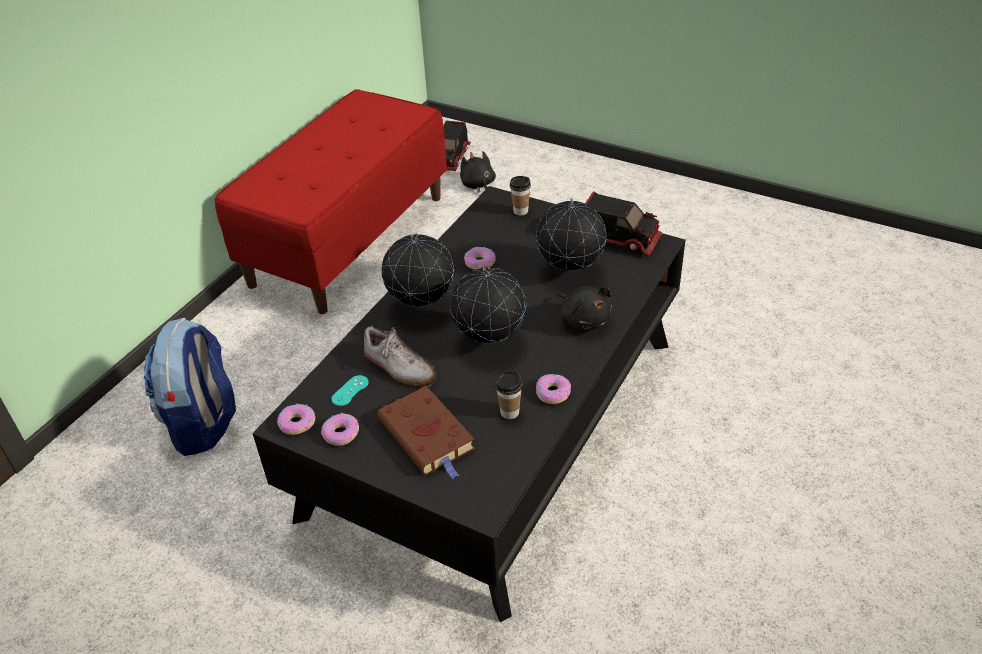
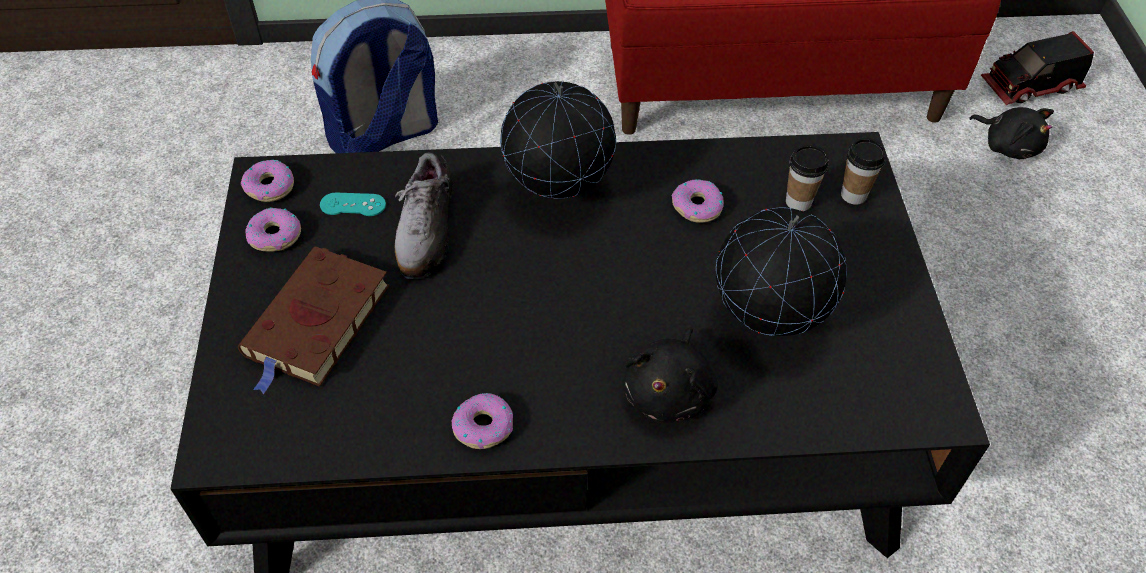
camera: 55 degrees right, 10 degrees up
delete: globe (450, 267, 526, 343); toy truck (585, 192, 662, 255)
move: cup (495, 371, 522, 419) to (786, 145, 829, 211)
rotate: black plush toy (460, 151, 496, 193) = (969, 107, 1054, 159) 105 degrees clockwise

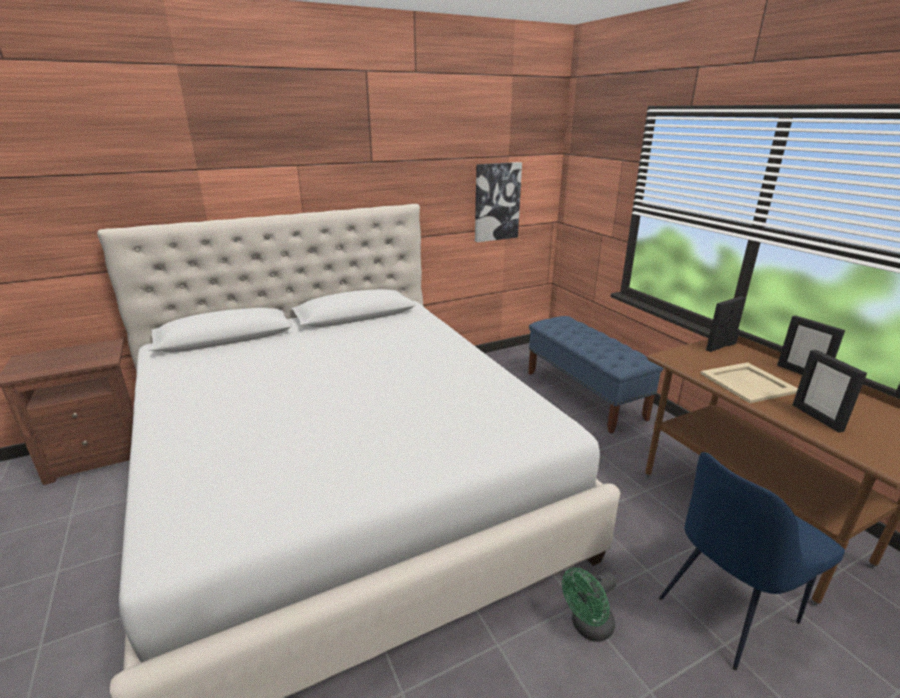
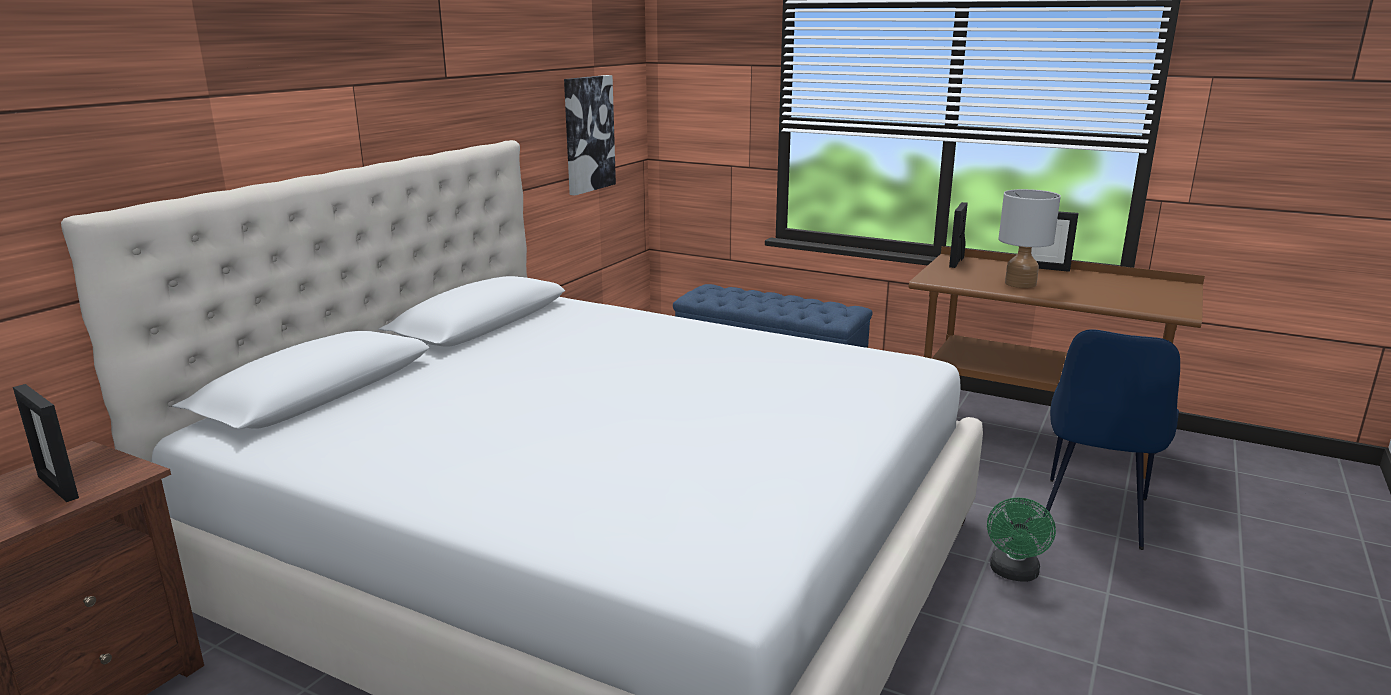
camera: 35 degrees left, 5 degrees down
move: picture frame (793, 350, 867, 433) to (13, 384, 79, 502)
replace: beige tray (700, 362, 798, 403) to grey table lamp (998, 189, 1061, 288)

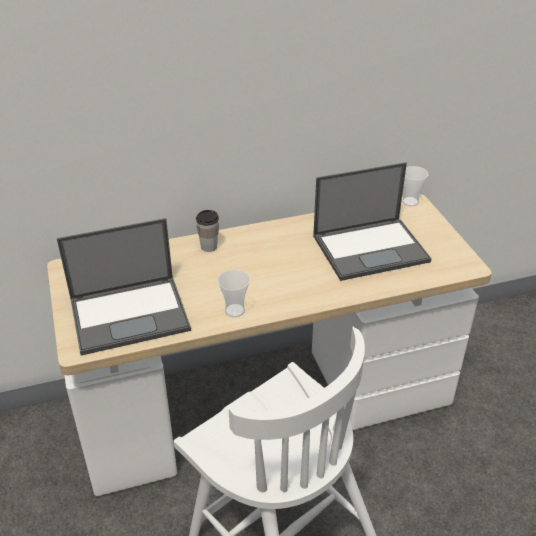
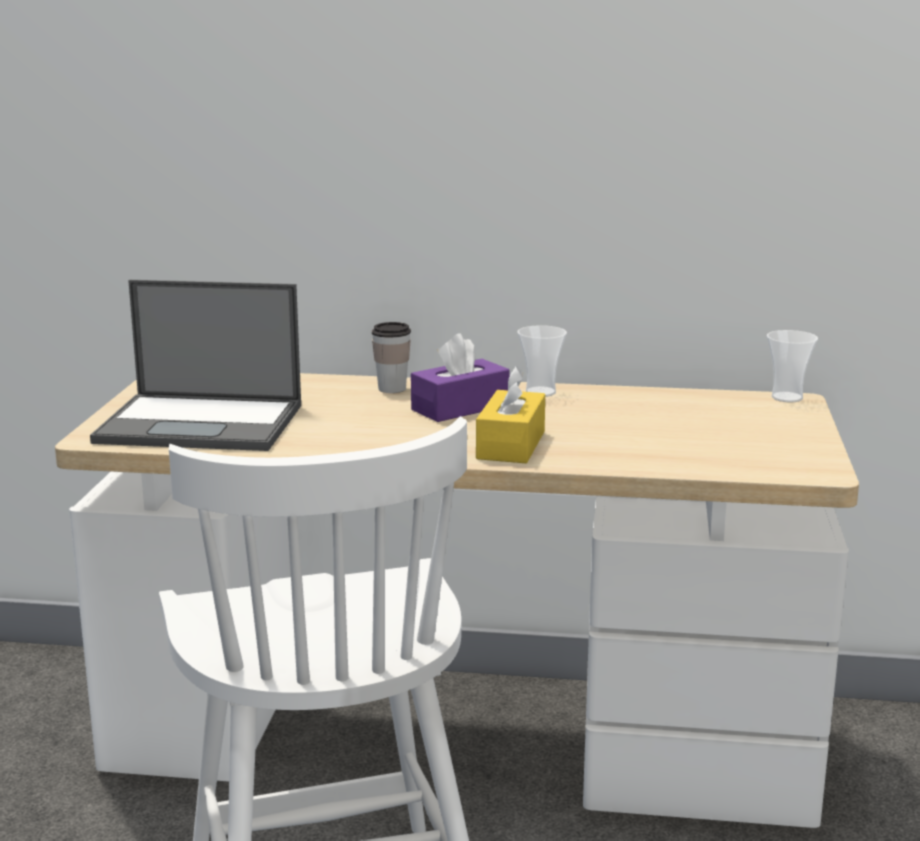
camera: 25 degrees right, 20 degrees down
delete: laptop (313, 162, 432, 281)
insert: purple tissue box (411, 333, 510, 422); yellow tissue box (476, 366, 545, 463)
move: cup (217, 269, 250, 317) to (517, 325, 567, 397)

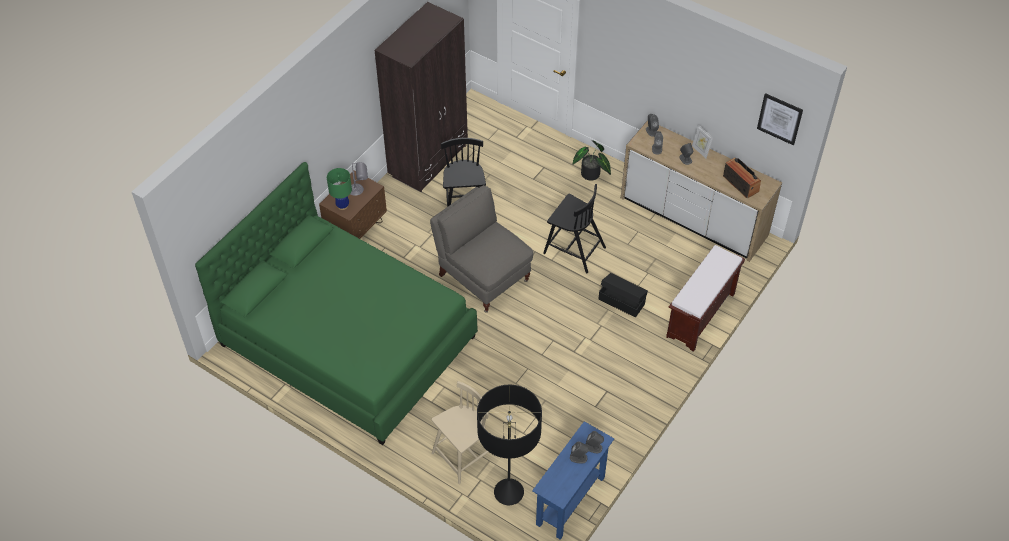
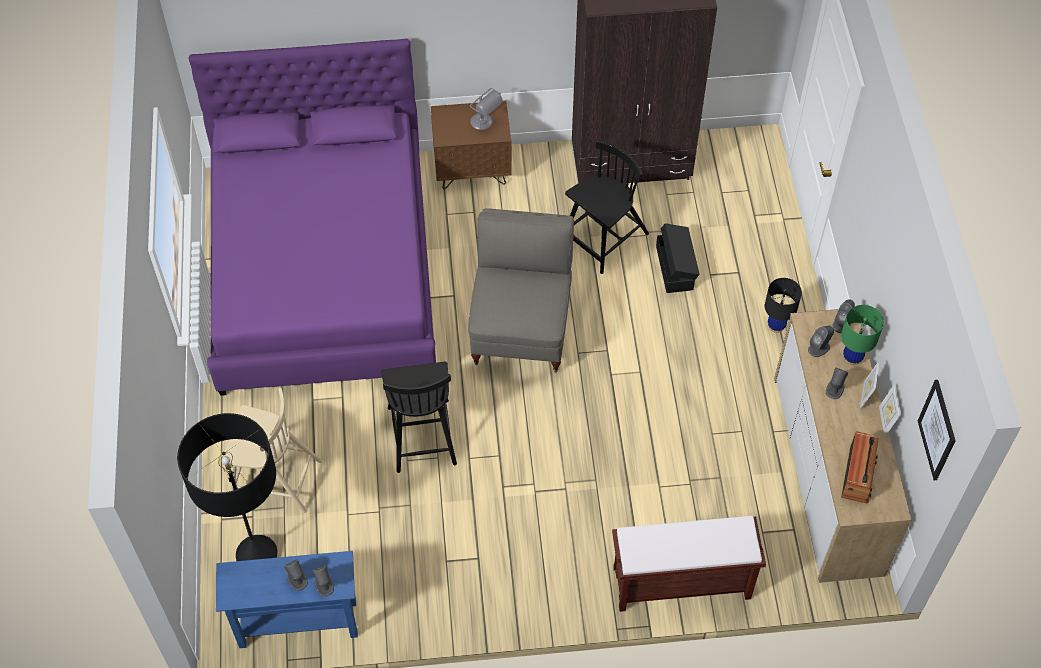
camera: 50 degrees right, 5 degrees up
insert: picture frame (879, 384, 901, 437)
move: black chair (543, 184, 606, 273) to (381, 362, 457, 473); black storage box (599, 273, 648, 318) to (656, 223, 700, 293); green table lamp (327, 168, 352, 210) to (841, 305, 884, 365)
replace: potted plant (572, 140, 611, 181) to black table lamp (765, 278, 802, 333)
recolor: green bed (195, 162, 478, 445) to purple bed (188, 38, 436, 396)

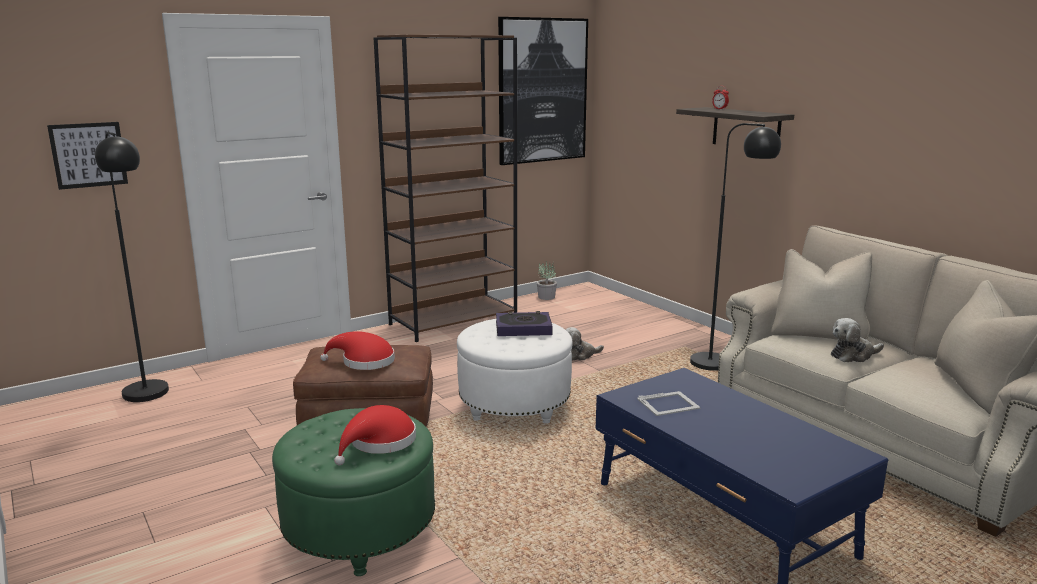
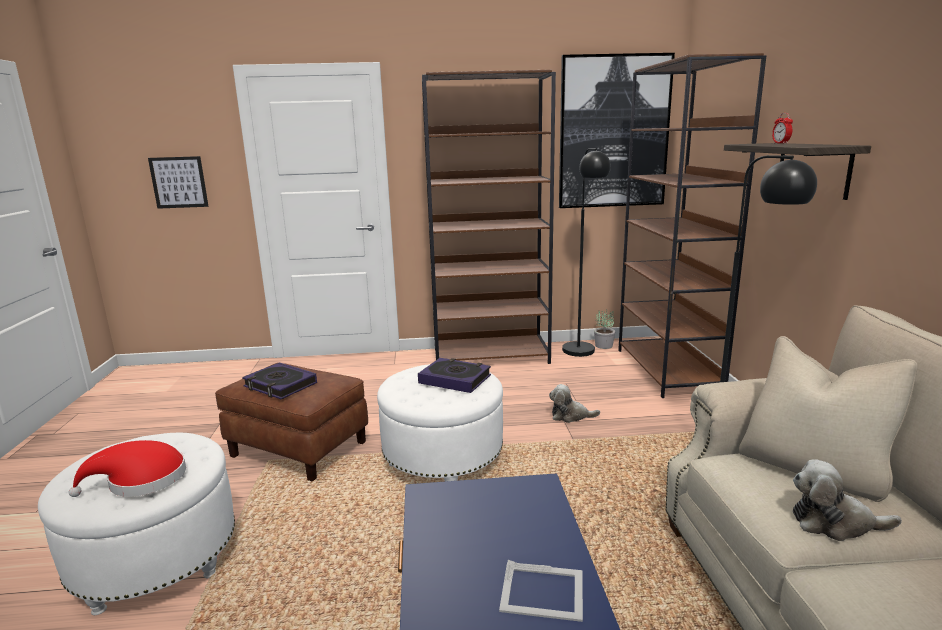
camera: 30 degrees right, 0 degrees up
insert: brown bookcase (618, 53, 766, 398)
move: picture frame (637, 391, 701, 416) to (499, 560, 583, 622); black floor lamp (95, 132, 169, 402) to (562, 148, 611, 357)
replace: red hat (320, 331, 395, 370) to book (242, 362, 317, 399)
recolor: green ottoman (272, 408, 435, 576) to white ottoman (38, 433, 235, 615)

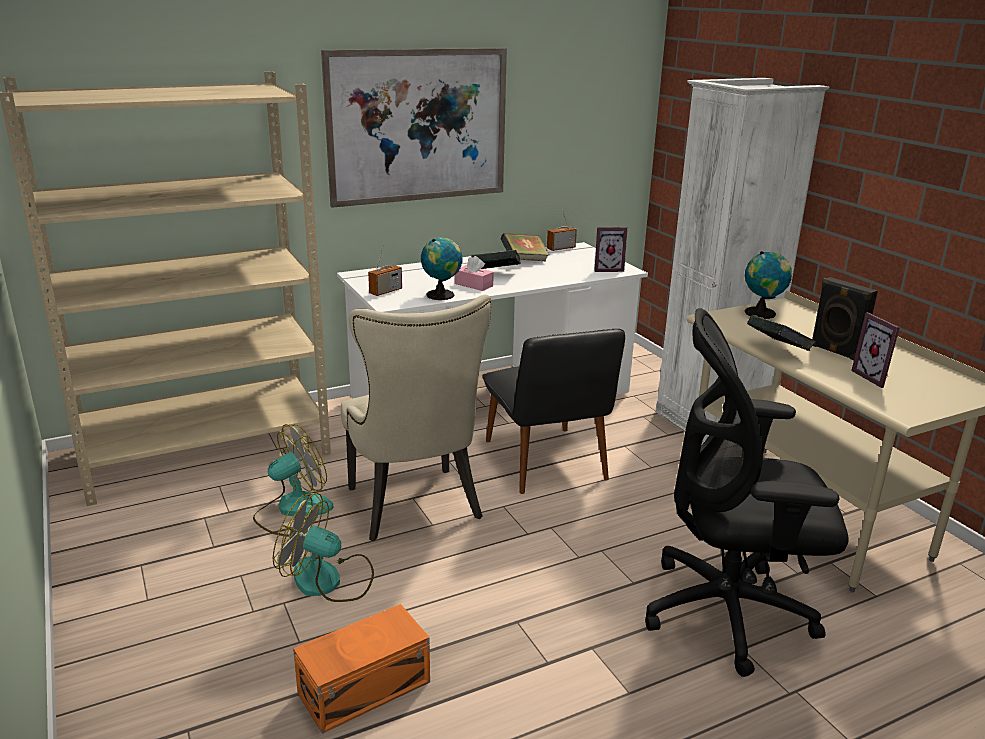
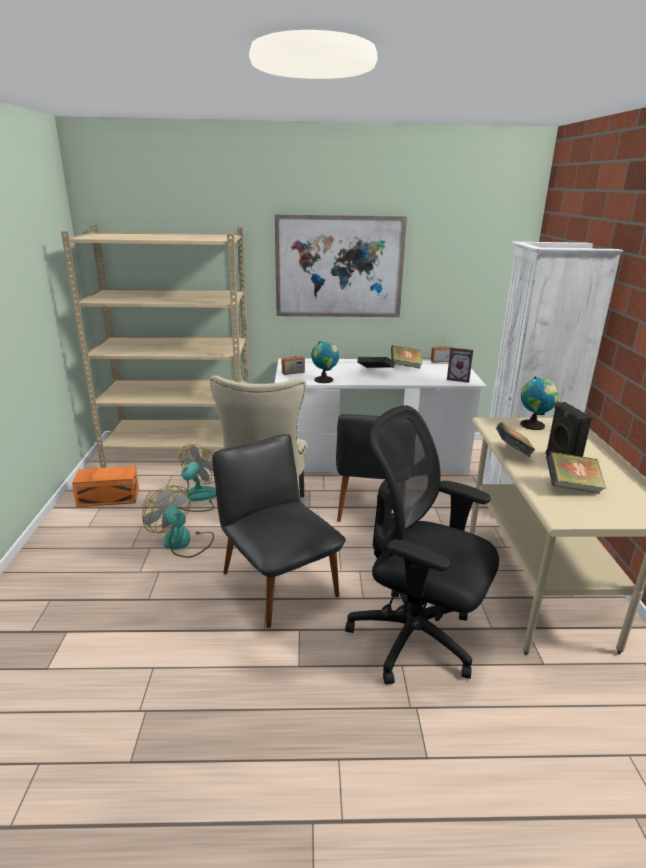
camera: 25 degrees right, 0 degrees up
delete: pink tissue box (455, 256, 494, 291)
insert: black chair (212, 434, 346, 628)
move: orange storage box (293, 604, 430, 734) to (72, 466, 139, 507)
replace: picture frame (851, 312, 900, 388) to book (546, 451, 607, 494)
rotate: fan (253, 424, 333, 537) = (177, 444, 217, 512) 45 degrees counterclockwise

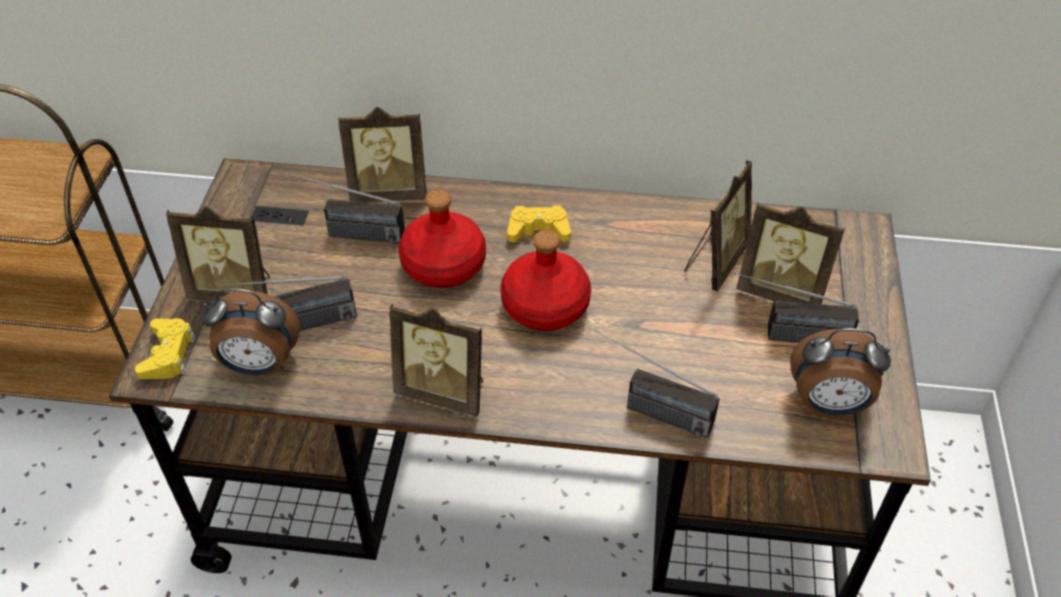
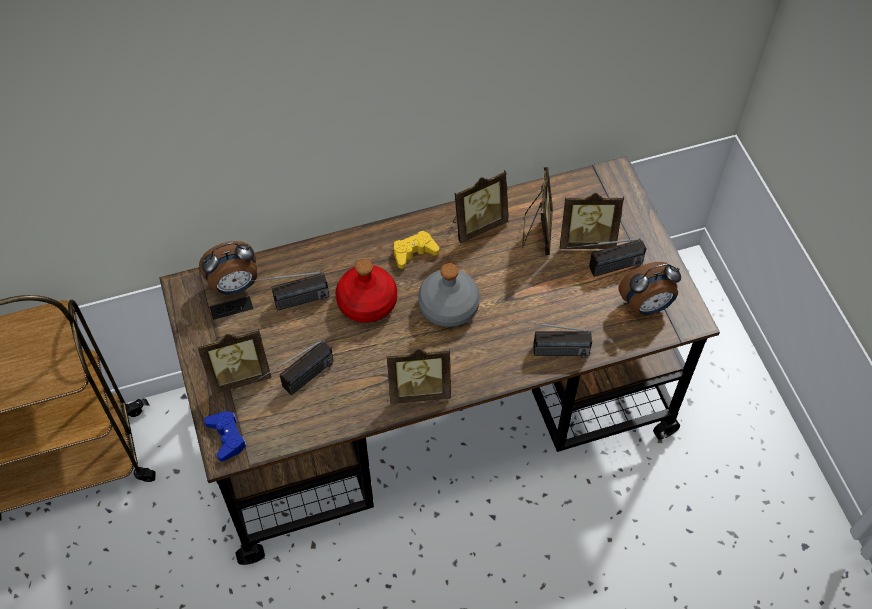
camera: 25 degrees left, 10 degrees up
move: alarm clock (202, 289, 301, 375) to (199, 241, 257, 295); picture frame (338, 107, 427, 202) to (453, 170, 509, 243)
recolor: yellow game controller (135, 318, 196, 379) to blue game controller (204, 411, 247, 461); red bottle (501, 230, 591, 331) to grey bottle (418, 263, 480, 327)

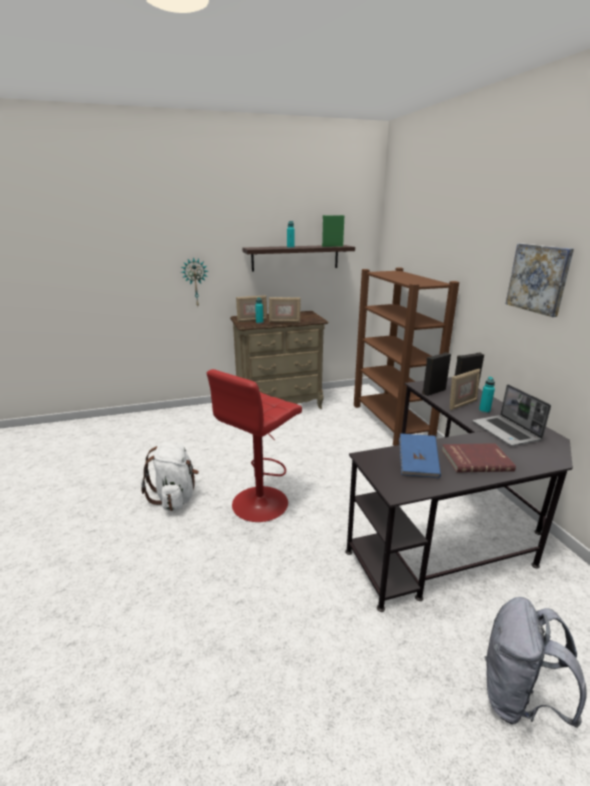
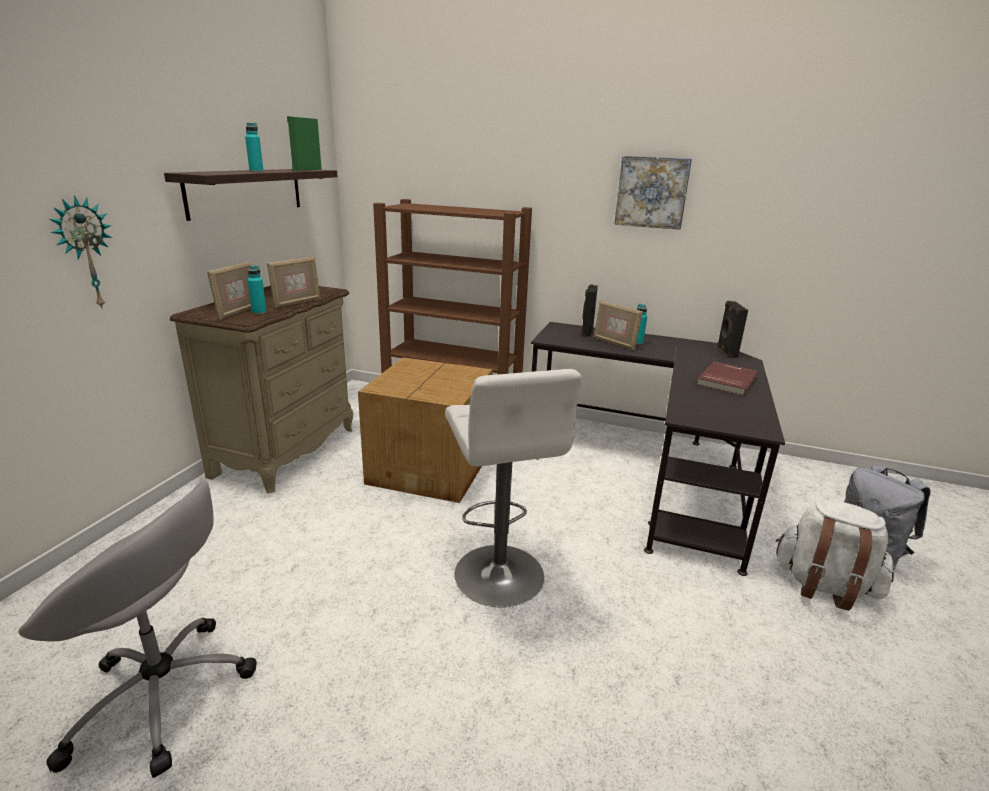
camera: 55 degrees left, 0 degrees up
delete: blue book (399, 434, 441, 478); laptop (472, 384, 551, 446)
insert: grey office chair (19, 481, 257, 778); cardboard box (358, 357, 493, 503)
move: black speaker (422, 352, 451, 396) to (717, 301, 748, 358); white backpack (141, 442, 199, 511) to (776, 500, 894, 611)
recolor: red stool (207, 369, 302, 522) to white stool (445, 369, 582, 607)
rotate: picture frame (450, 368, 480, 410) = (594, 300, 643, 350) 135 degrees clockwise

